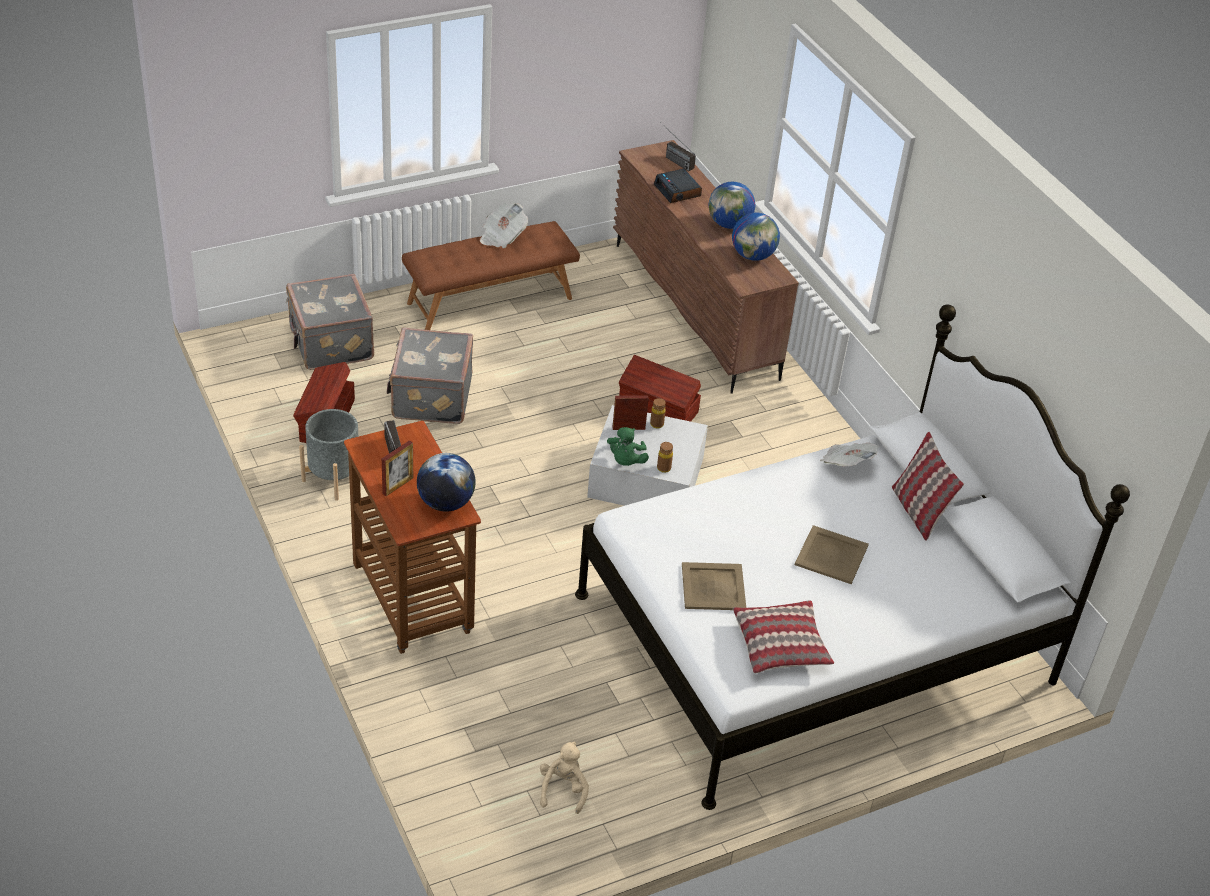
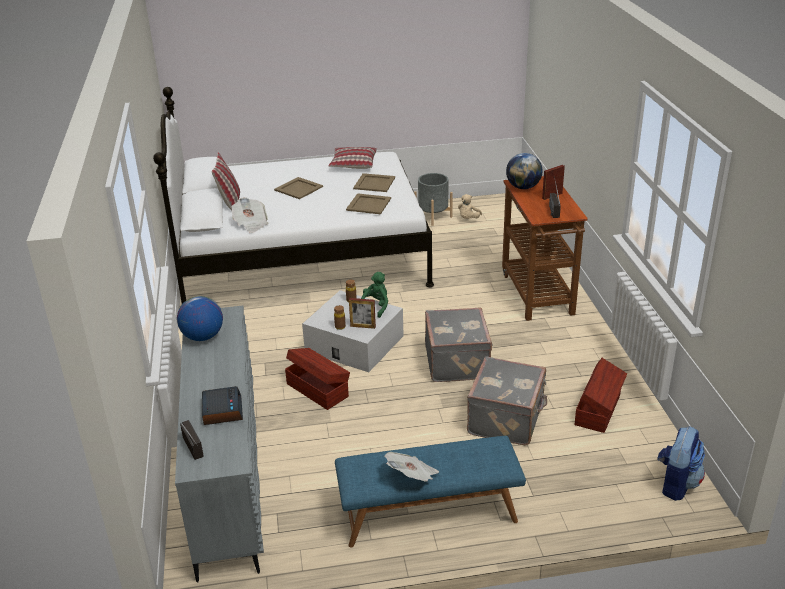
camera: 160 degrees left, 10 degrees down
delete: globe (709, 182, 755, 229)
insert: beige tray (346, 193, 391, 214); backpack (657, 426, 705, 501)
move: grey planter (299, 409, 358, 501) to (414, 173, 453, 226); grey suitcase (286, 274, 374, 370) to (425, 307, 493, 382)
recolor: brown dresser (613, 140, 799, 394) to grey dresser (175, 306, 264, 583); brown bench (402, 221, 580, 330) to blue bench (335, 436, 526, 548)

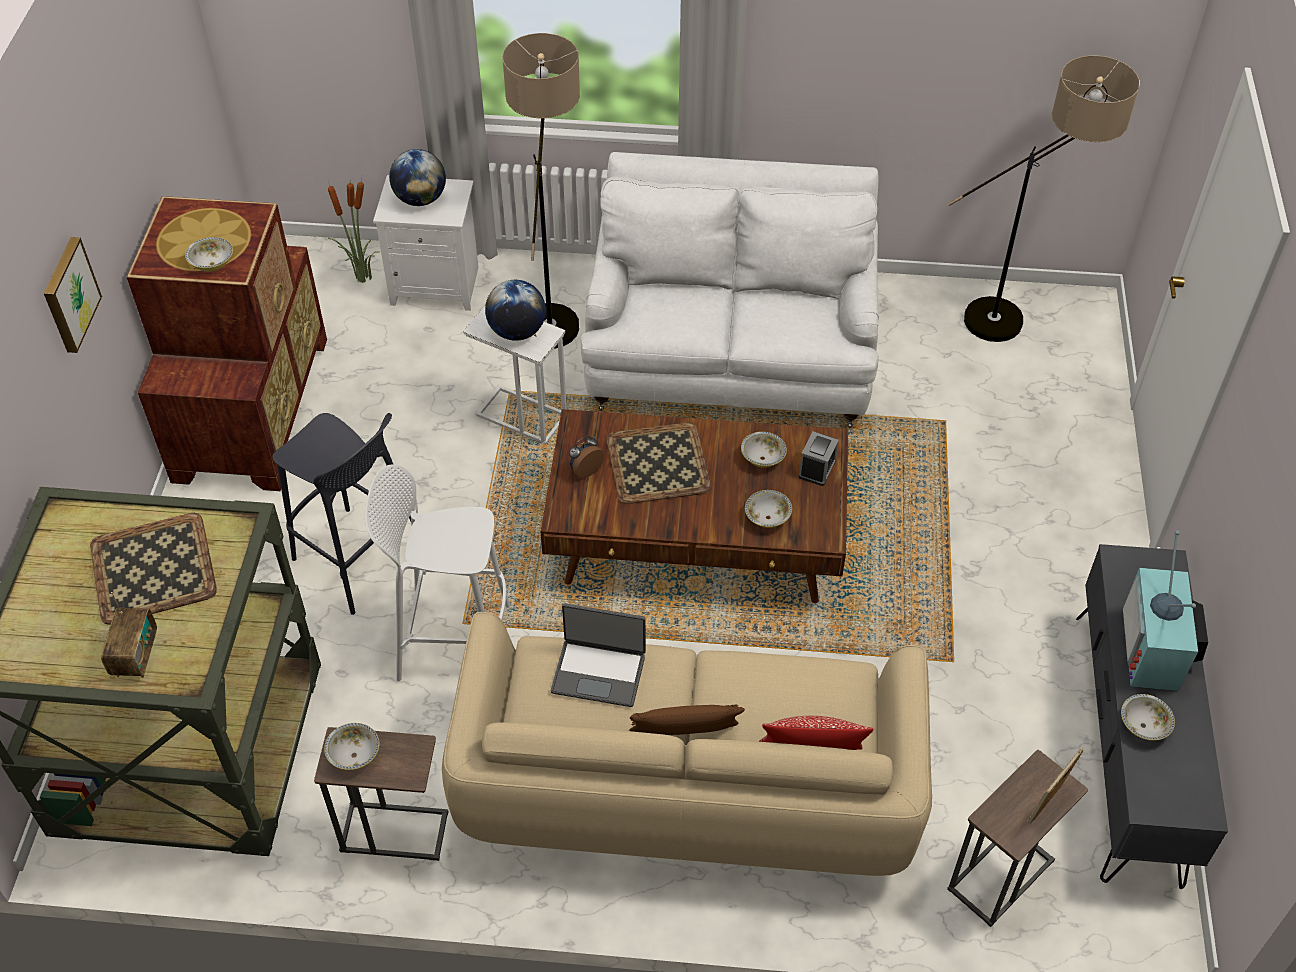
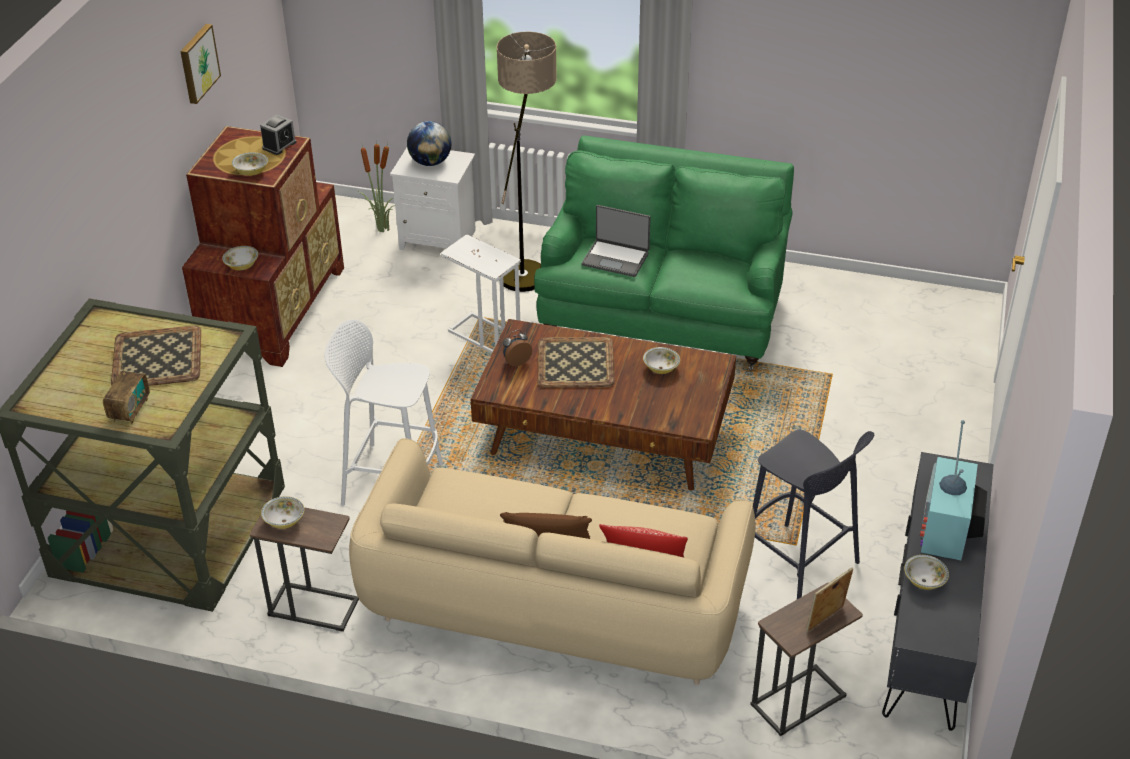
camera: 10 degrees right, 10 degrees down
delete: globe (485, 280, 546, 341); floor lamp (948, 55, 1140, 342)
move: picture (44, 237, 102, 353) to (180, 24, 221, 104); bowl (745, 490, 792, 528) to (222, 246, 258, 270); alarm clock (798, 432, 839, 486) to (260, 114, 297, 155); laptop (551, 603, 646, 707) to (582, 205, 651, 277); grey stool (272, 413, 411, 615) to (753, 430, 874, 599)
recolor: white sofa (580, 152, 879, 428) to green sofa (534, 135, 794, 371)

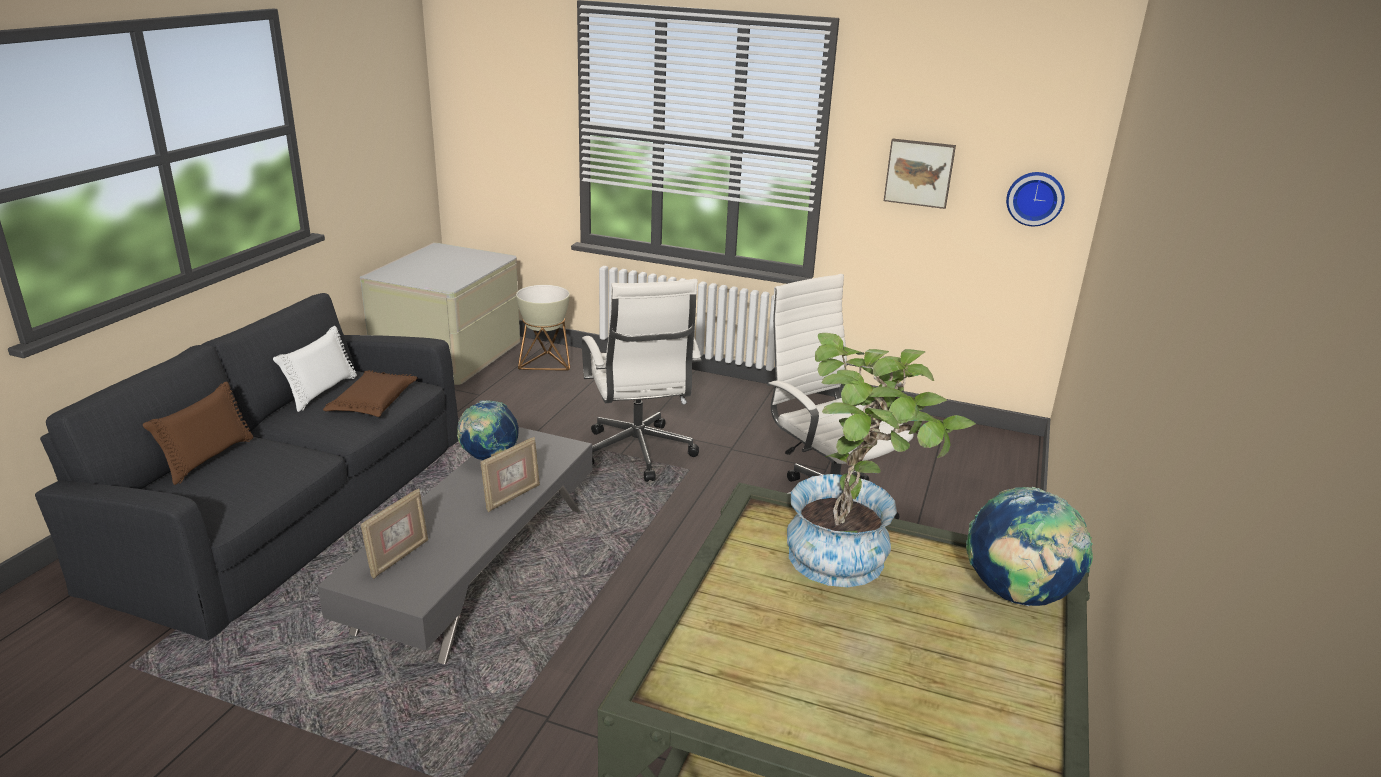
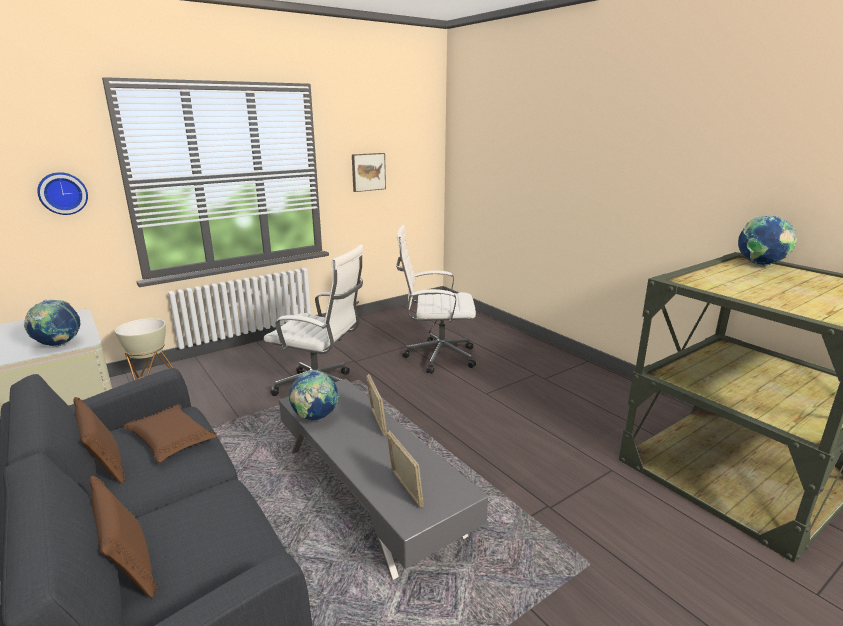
camera: 55 degrees left, 5 degrees down
delete: potted plant (787, 333, 976, 587)
insert: globe (24, 300, 80, 347)
move: wall clock (1006, 172, 1065, 226) to (37, 172, 88, 215)
recolor: white pillow (273, 326, 357, 412) to brown pillow (73, 397, 127, 483)

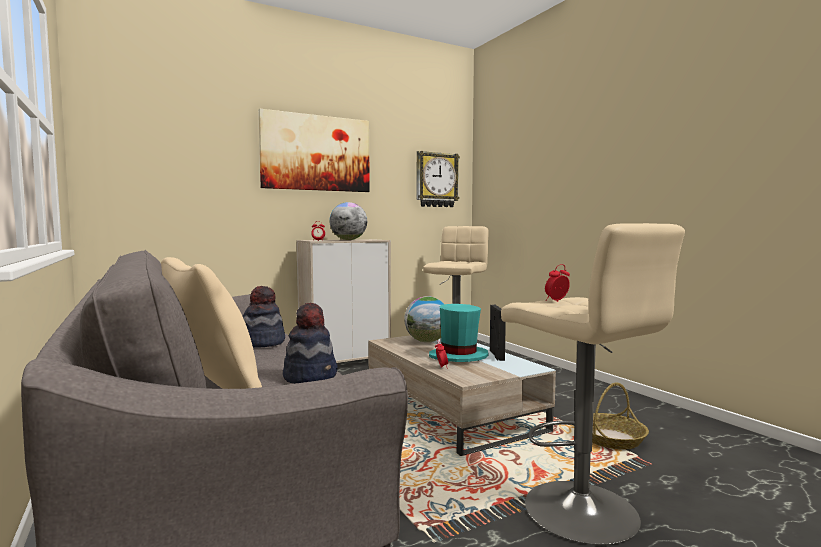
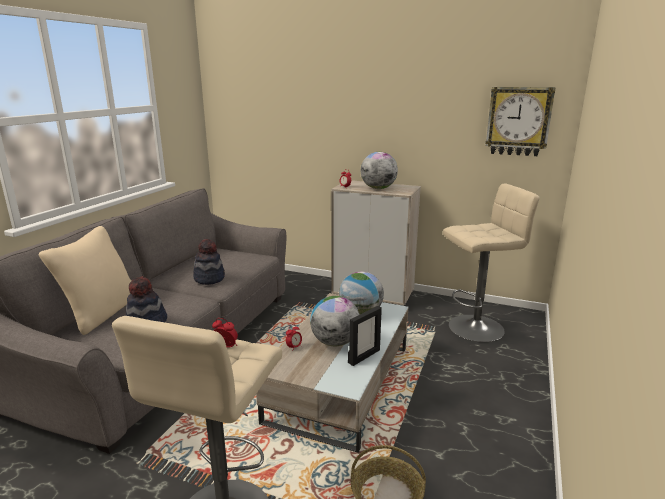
camera: 50 degrees right, 15 degrees up
delete: picture (258, 108, 370, 192)
replace: turquoise hat (429, 304, 489, 362) to globe (310, 296, 360, 346)

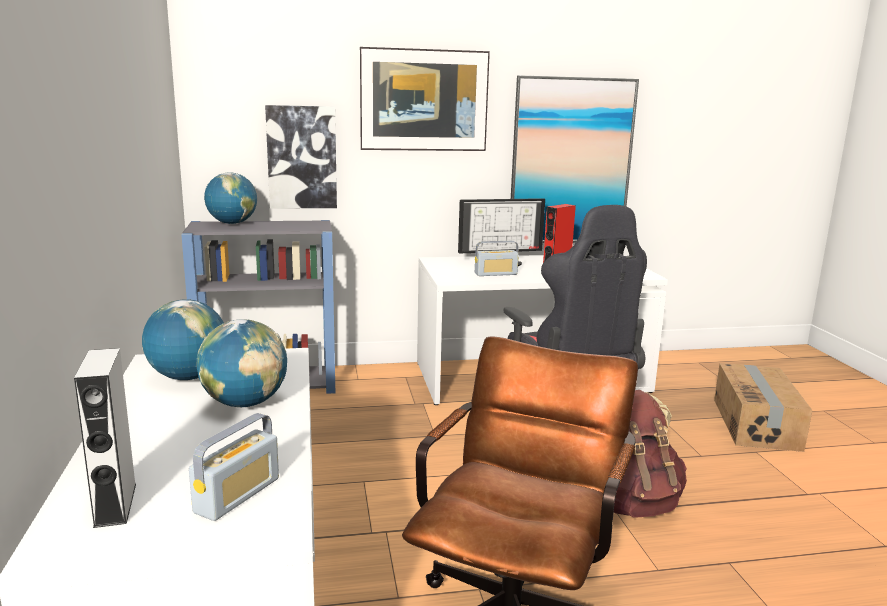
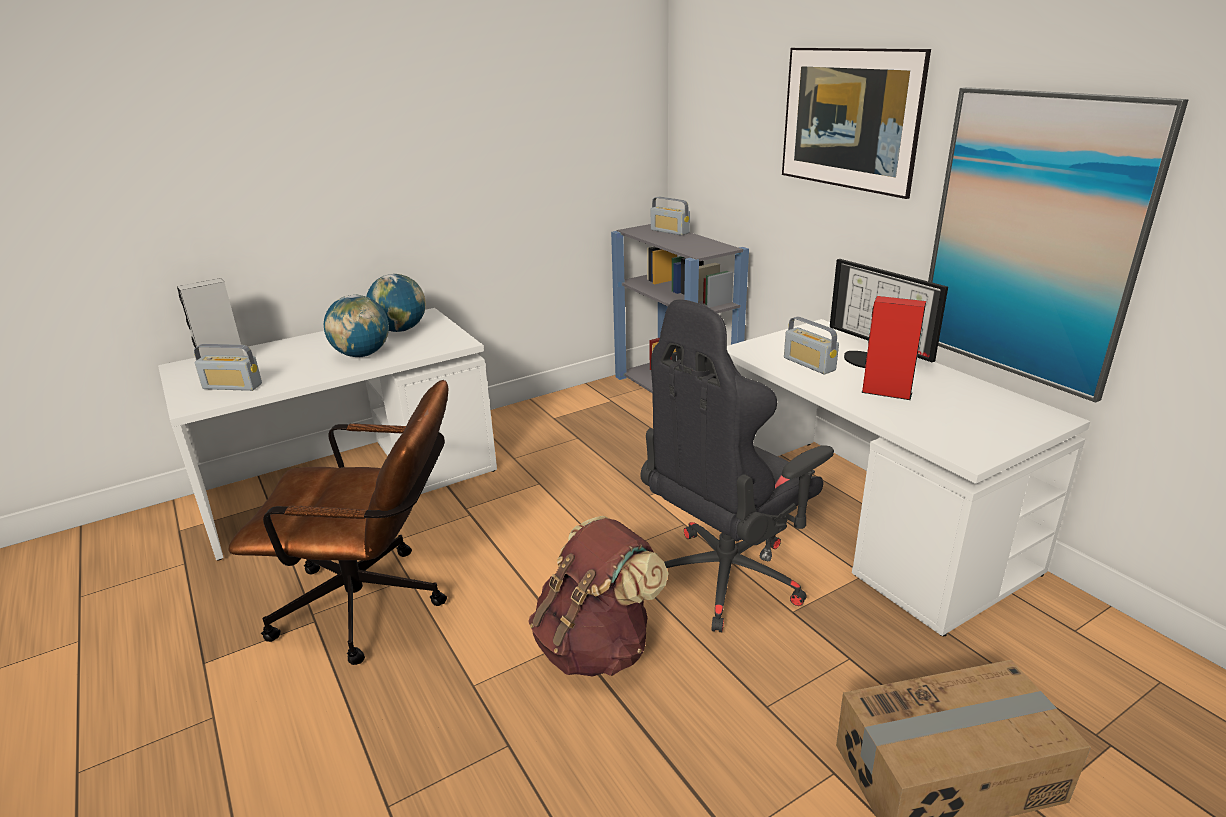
camera: 70 degrees right, 10 degrees up
delete: picture (265, 105, 337, 209)
replace: globe (204, 173, 257, 224) to radio (651, 197, 690, 236)

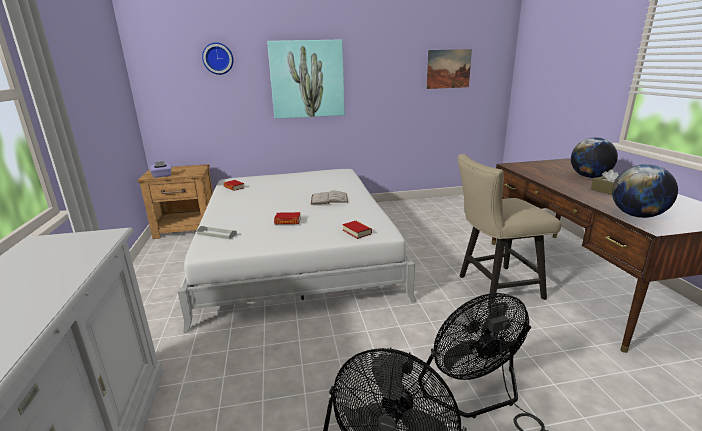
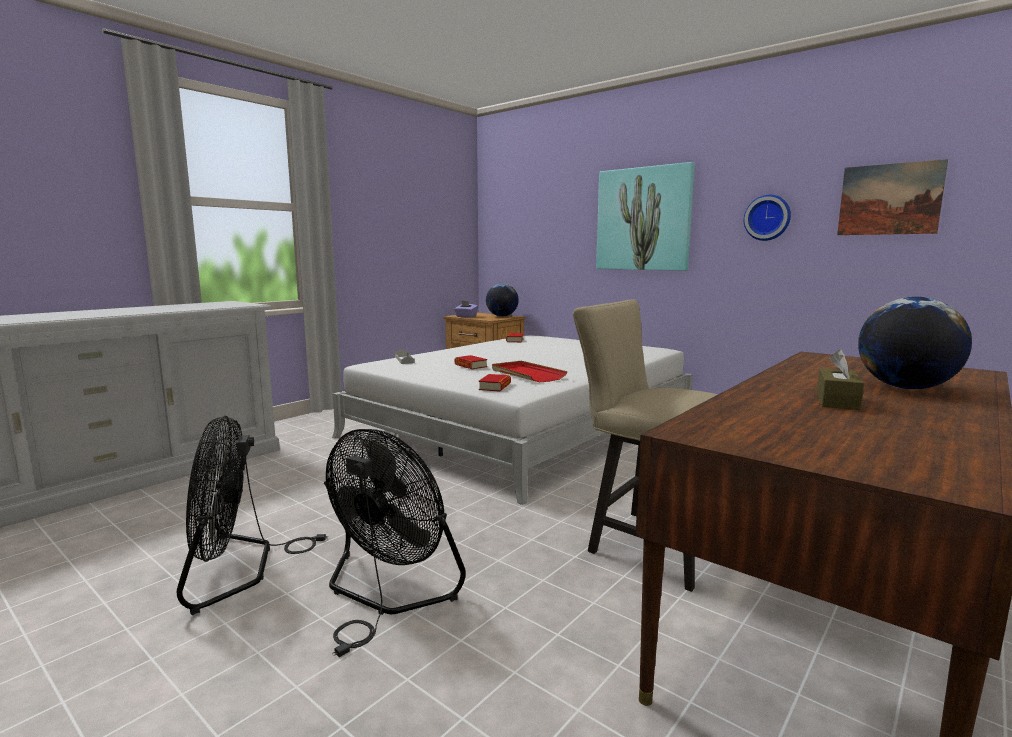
camera: 50 degrees right, 10 degrees down
delete: white book (311, 190, 348, 205)
insert: red tray (492, 361, 568, 382)
move: globe (612, 164, 678, 218) to (486, 284, 519, 317); wall clock (202, 42, 234, 75) to (744, 195, 791, 241)

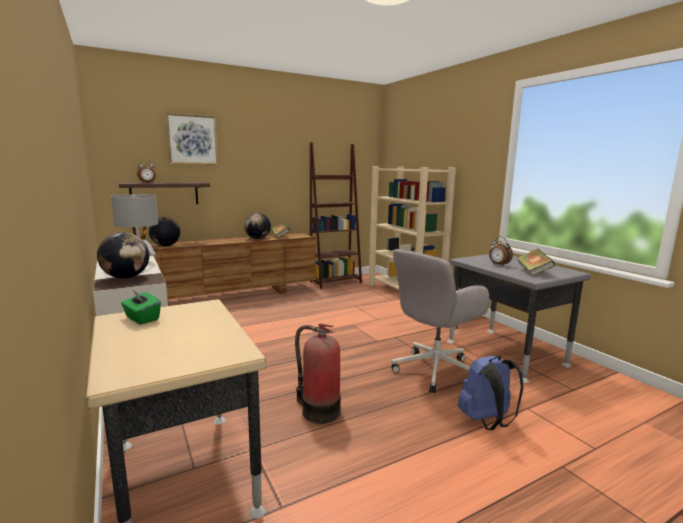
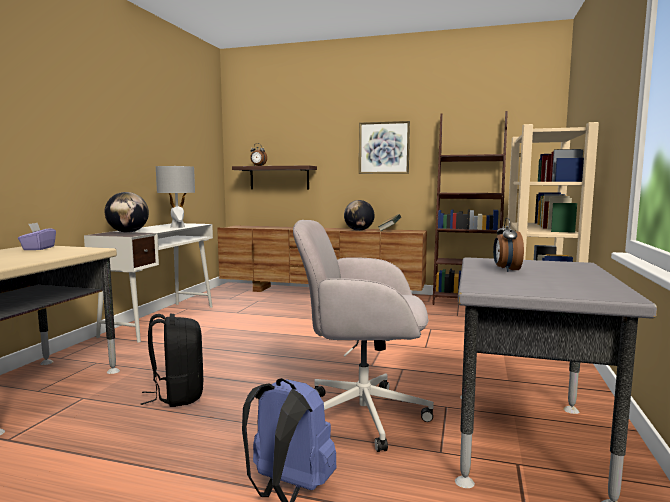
camera: 45 degrees right, 5 degrees down
delete: globe (149, 217, 180, 246); book (517, 249, 555, 276)
move: picture (165, 113, 218, 164) to (359, 121, 410, 174)
replace: fire extinguisher (295, 323, 341, 424) to black backpack (141, 314, 203, 407)
recolor: green tissue box (121, 289, 161, 324) to purple tissue box (18, 223, 56, 250)

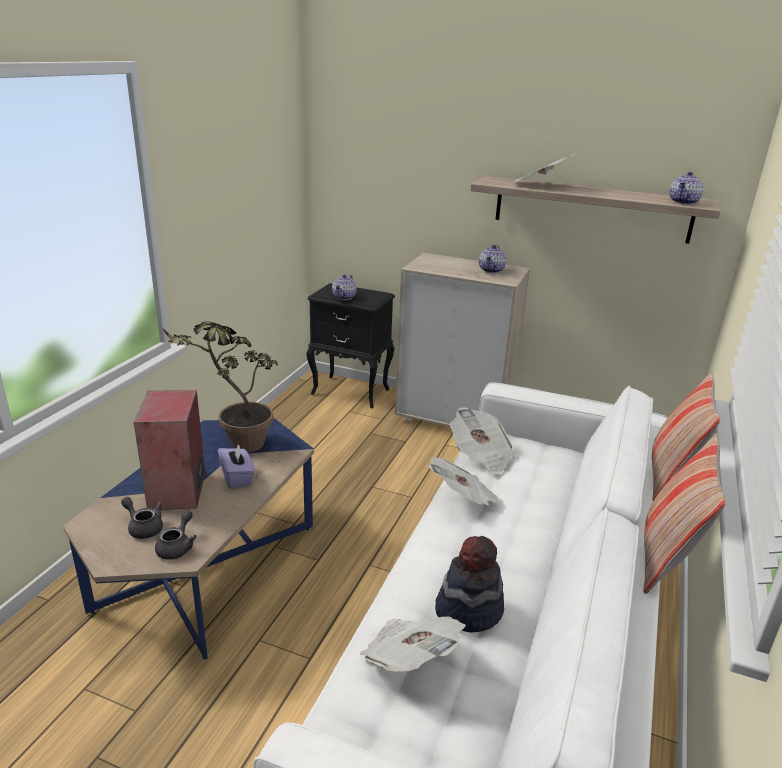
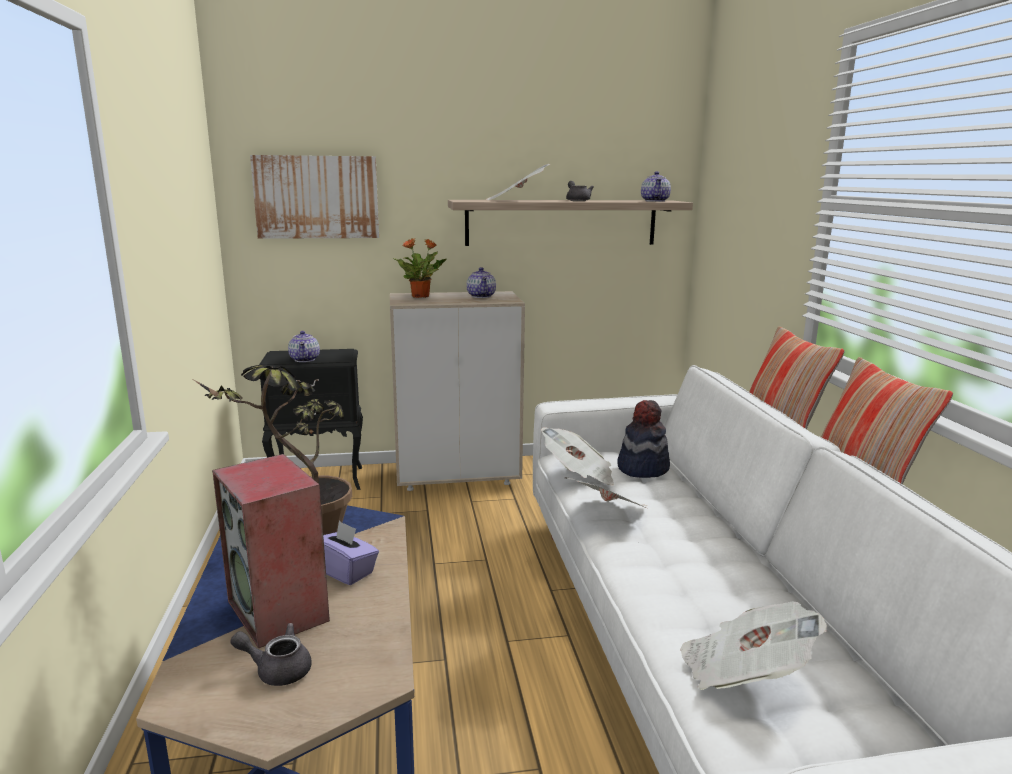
camera: 30 degrees left, 10 degrees down
insert: picture (250, 155, 379, 239); potted plant (393, 239, 447, 298)
move: grey teapot (155, 510, 197, 560) to (566, 181, 594, 201); hat (435, 536, 504, 633) to (617, 400, 670, 478)

